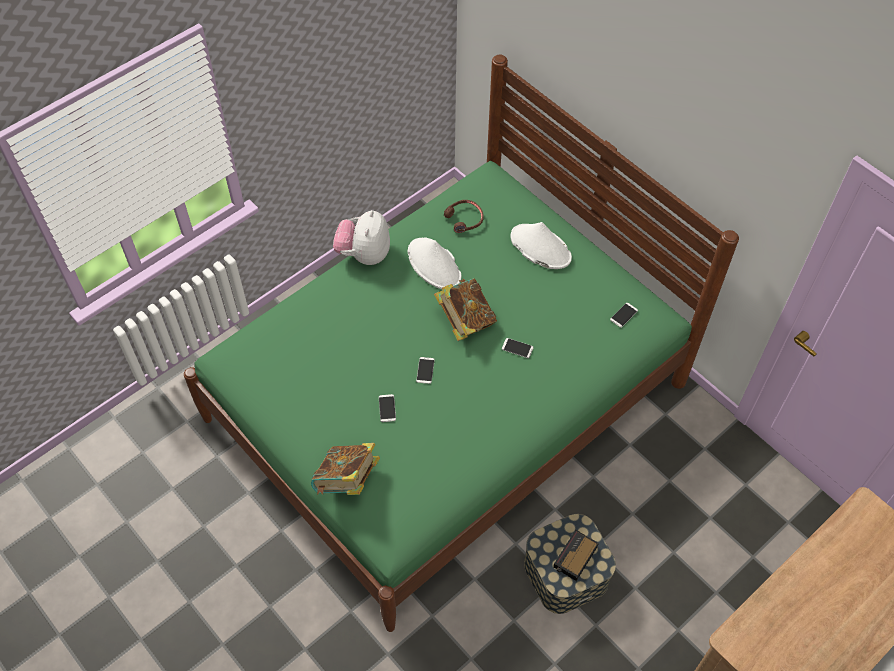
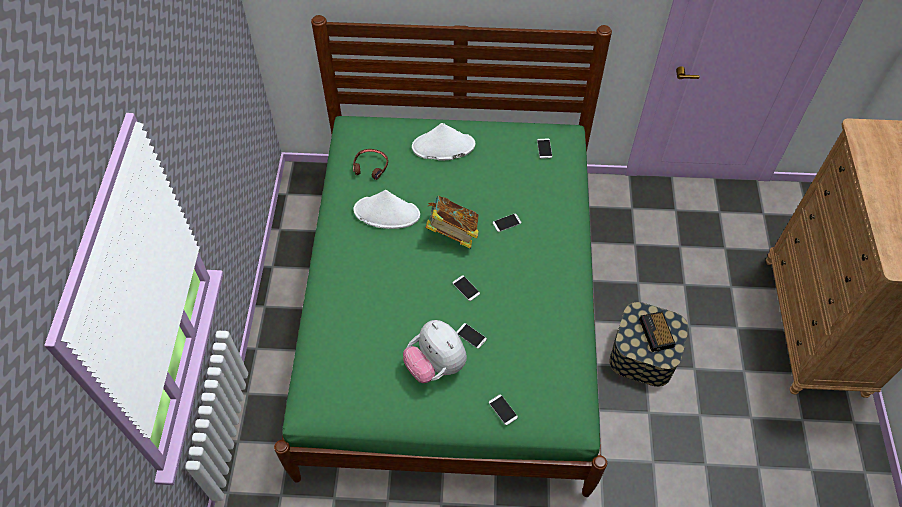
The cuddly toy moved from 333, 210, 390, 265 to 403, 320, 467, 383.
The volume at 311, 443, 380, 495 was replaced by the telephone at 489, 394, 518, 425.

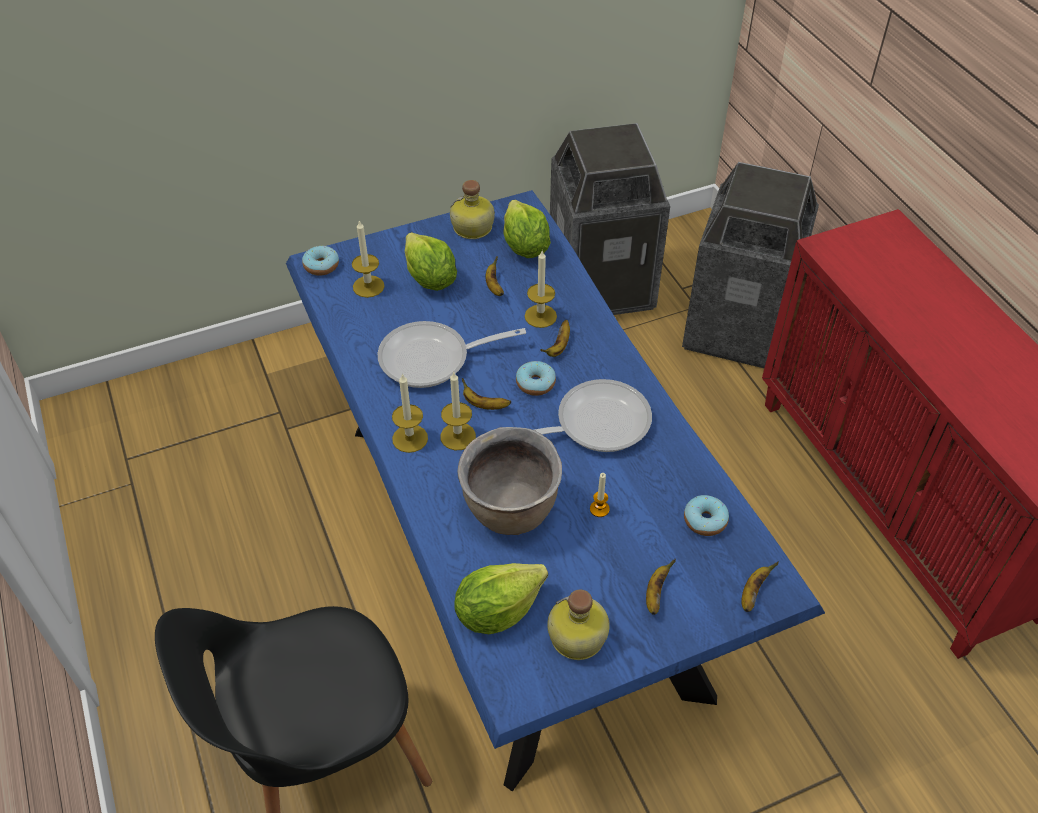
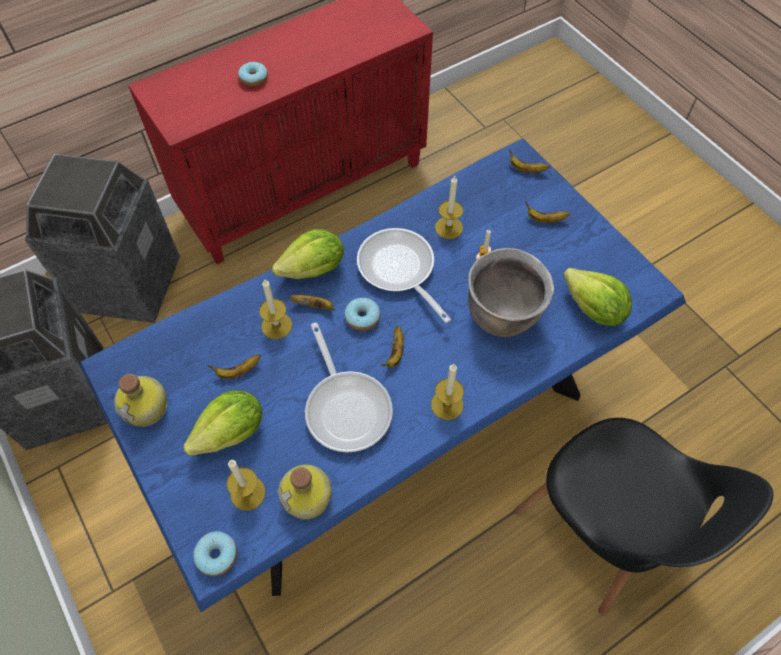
The wax light moved from 440, 371, 476, 450 to 435, 176, 463, 239.
The head of lettuce moved from 503, 200, 551, 258 to 272, 229, 344, 279.
The drink bottle moved from 548, 589, 610, 660 to 277, 465, 332, 520.
The donut moved from 684, 495, 729, 536 to 238, 62, 268, 87.

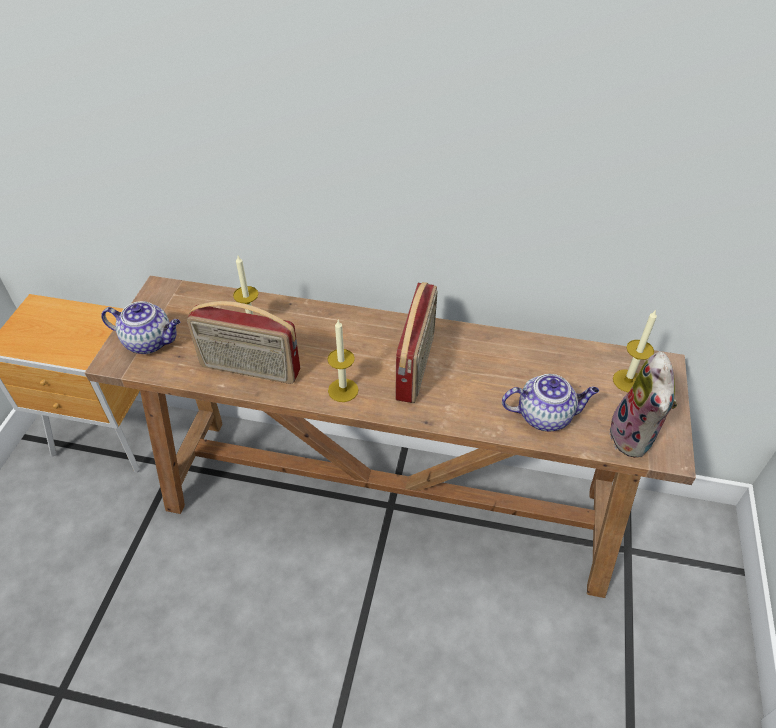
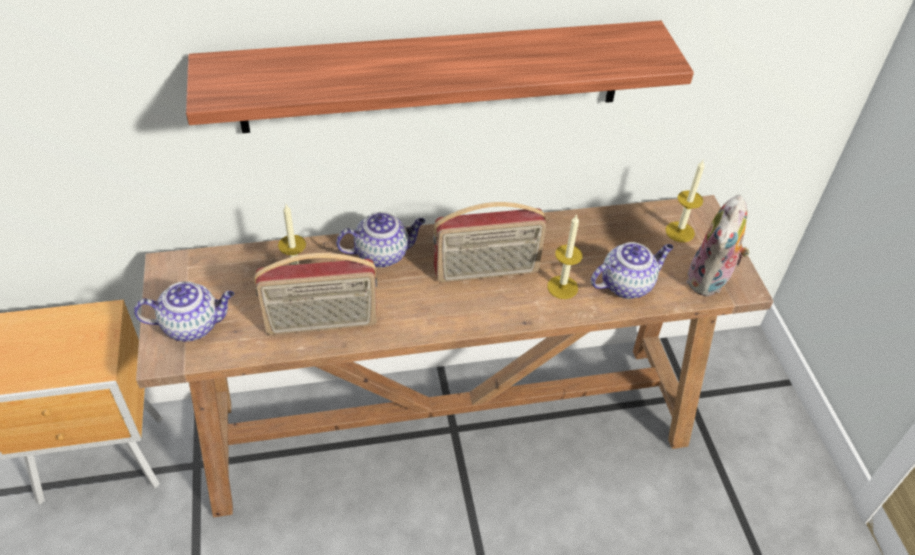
The wall shelf at 186, 21, 694, 133 appeared.
The tea pot at 336, 212, 425, 268 appeared.
The wax light moved from 327, 320, 359, 402 to 547, 214, 583, 299.
The radio set at 395, 282, 438, 403 turned 90 degrees clockwise.
The cuddly toy at 609, 351, 678, 458 turned 45 degrees clockwise.

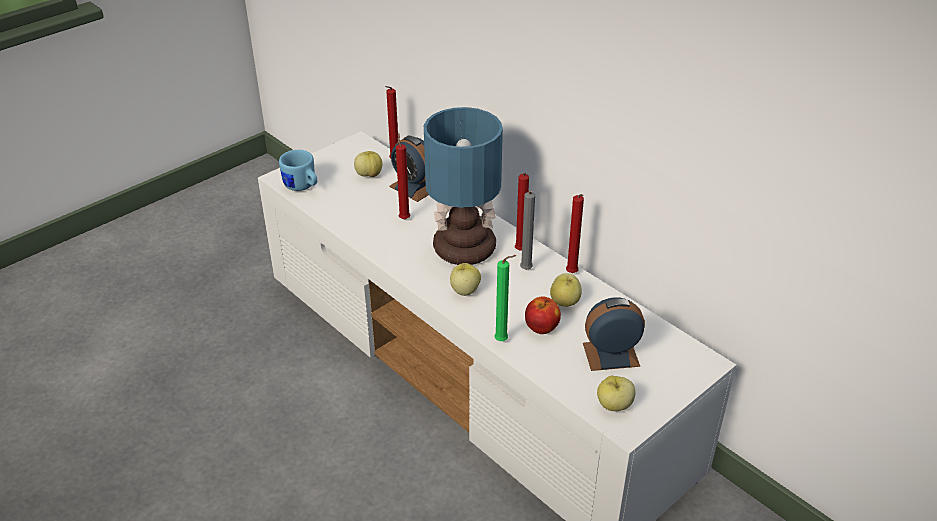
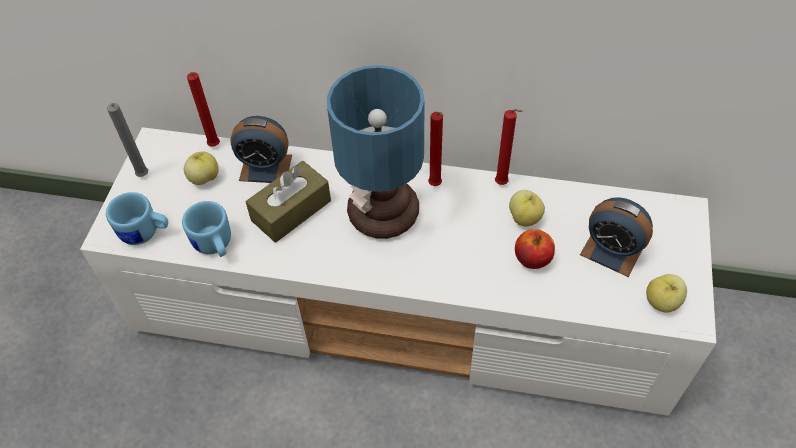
The apple at 450, 263, 481, 296 disappeared.
The green-coloured wax light at 494, 255, 516, 341 disappeared.
The blue-coloured tea mug at 182, 201, 231, 257 appeared.
The gray wax light moved from 520, 191, 535, 270 to 107, 103, 148, 177.
The red-coloured wax light at 396, 133, 410, 220 was replaced by the brownish box of tissues at 246, 161, 331, 243.
The bedside clock at 583, 297, 645, 371 turned 105 degrees counterclockwise.

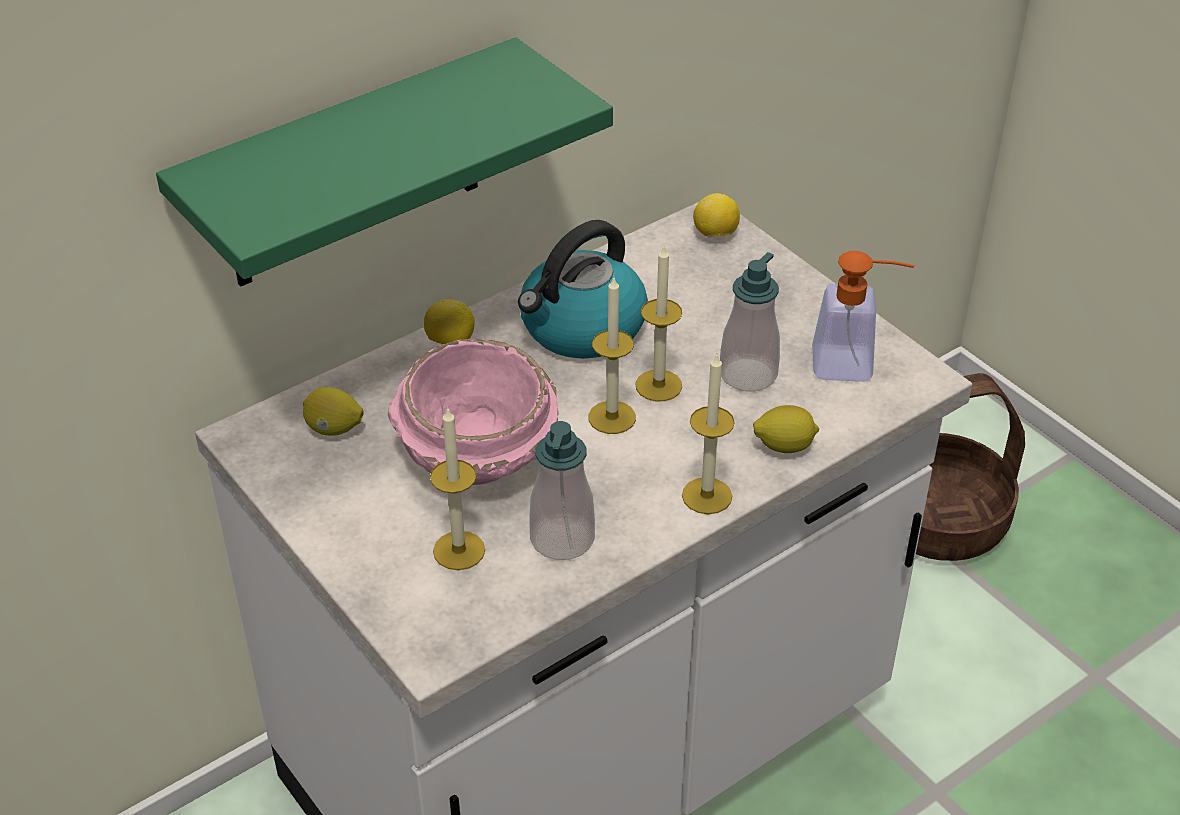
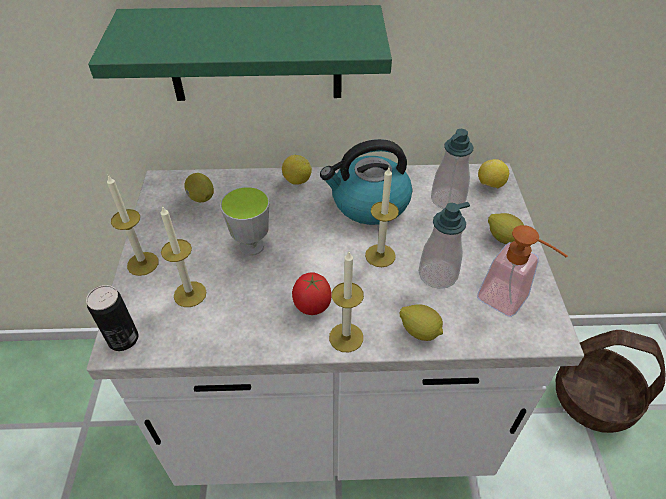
The can at 86, 285, 138, 351 appeared.
The whole tomato at 292, 272, 332, 315 appeared.
The whole lemon at 488, 213, 524, 244 appeared.
The liquid soap bottle moved from 530, 421, 595, 560 to 431, 129, 473, 209.
The wax light moved from 588, 277, 636, 434 to 107, 175, 159, 276.
The pinkish serving bowl at 388, 339, 558, 485 was replaced by the small cup at 220, 186, 270, 256.

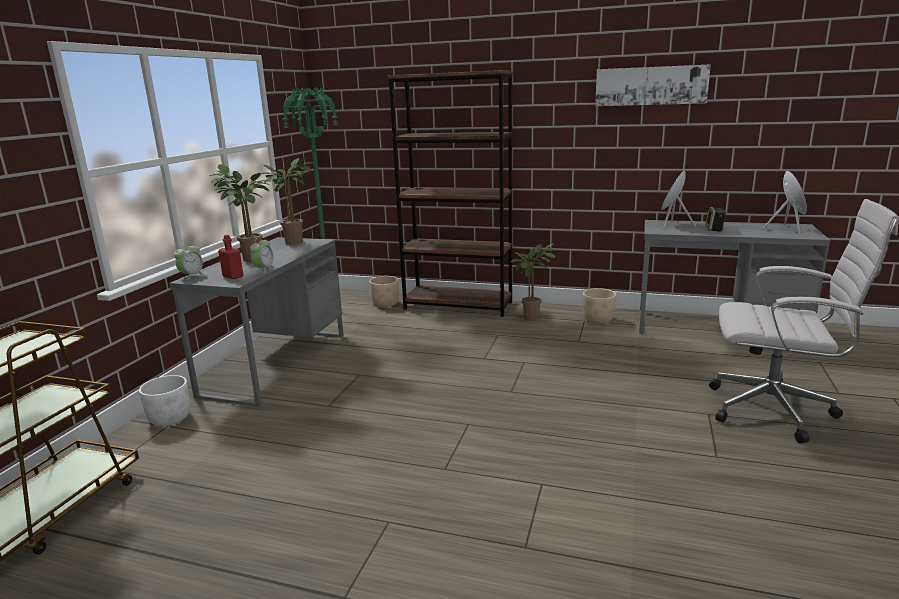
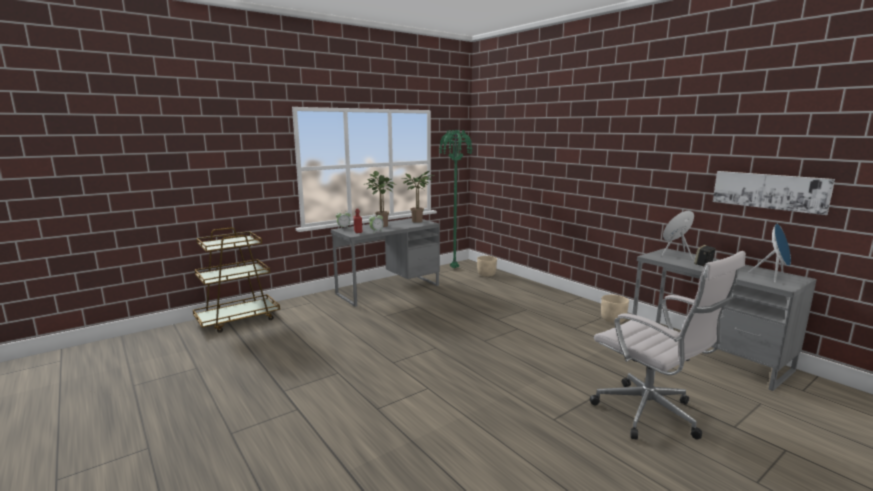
The white plant pot at 139, 375, 190, 426 disappeared.
The brownish shelving unit at 388, 70, 513, 317 disappeared.
The potted plant at 511, 244, 556, 321 disappeared.
The wall picture moved from 595, 64, 711, 106 to 713, 171, 835, 215.

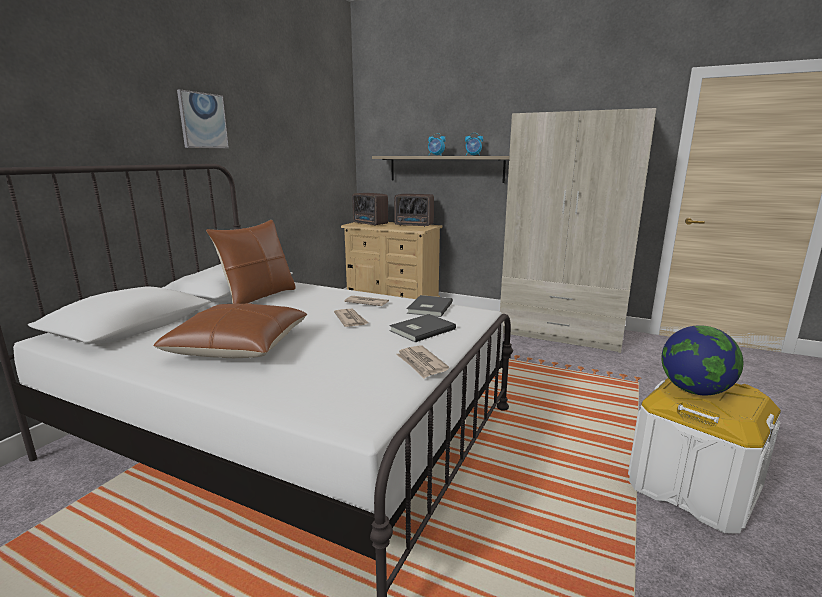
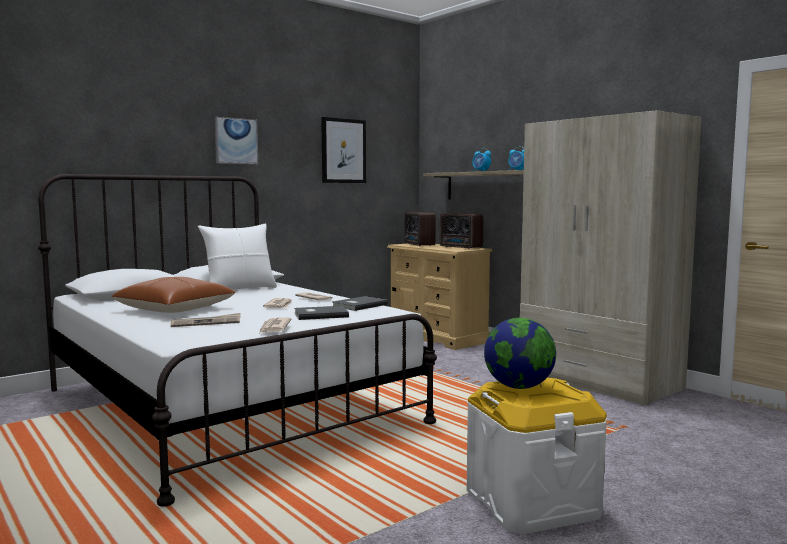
The daily paper at 171, 313, 241, 327 appeared.
The wall picture at 321, 117, 366, 183 appeared.
The brownish throw pillow at 206, 220, 296, 304 became the white throw pillow at 198, 224, 277, 290.

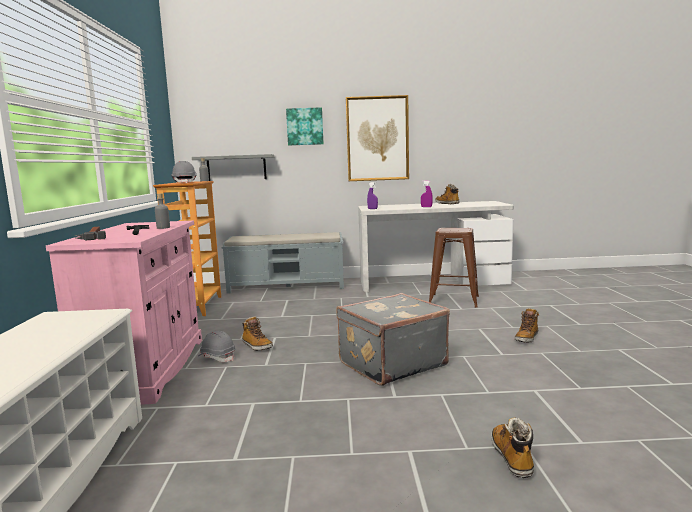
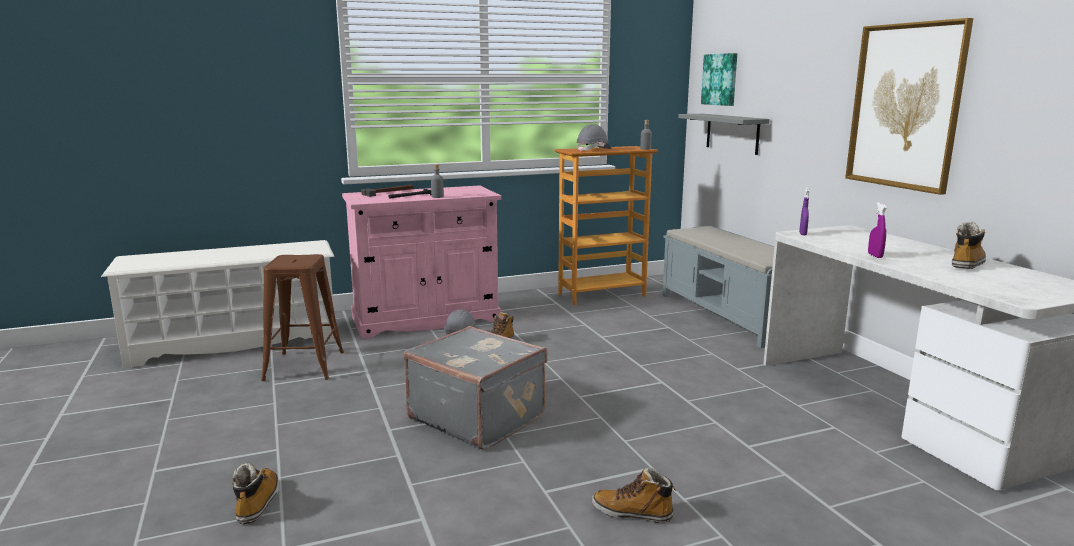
The wall picture moved from 286, 107, 324, 145 to 701, 53, 737, 106.
The brownish sitting stool moved from 429, 228, 479, 308 to 261, 254, 344, 381.
The tall boot at 491, 417, 534, 478 turned 75 degrees counterclockwise.

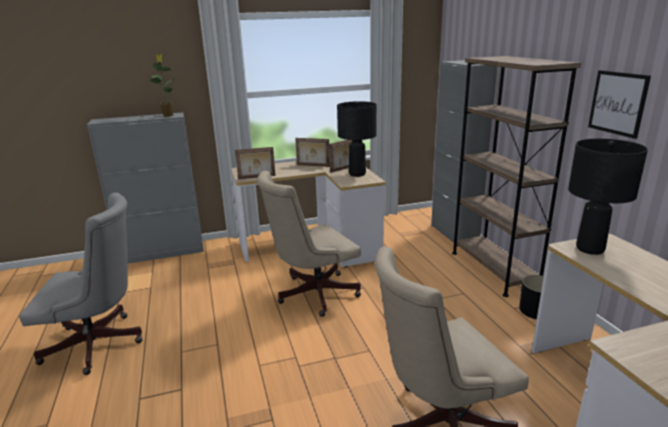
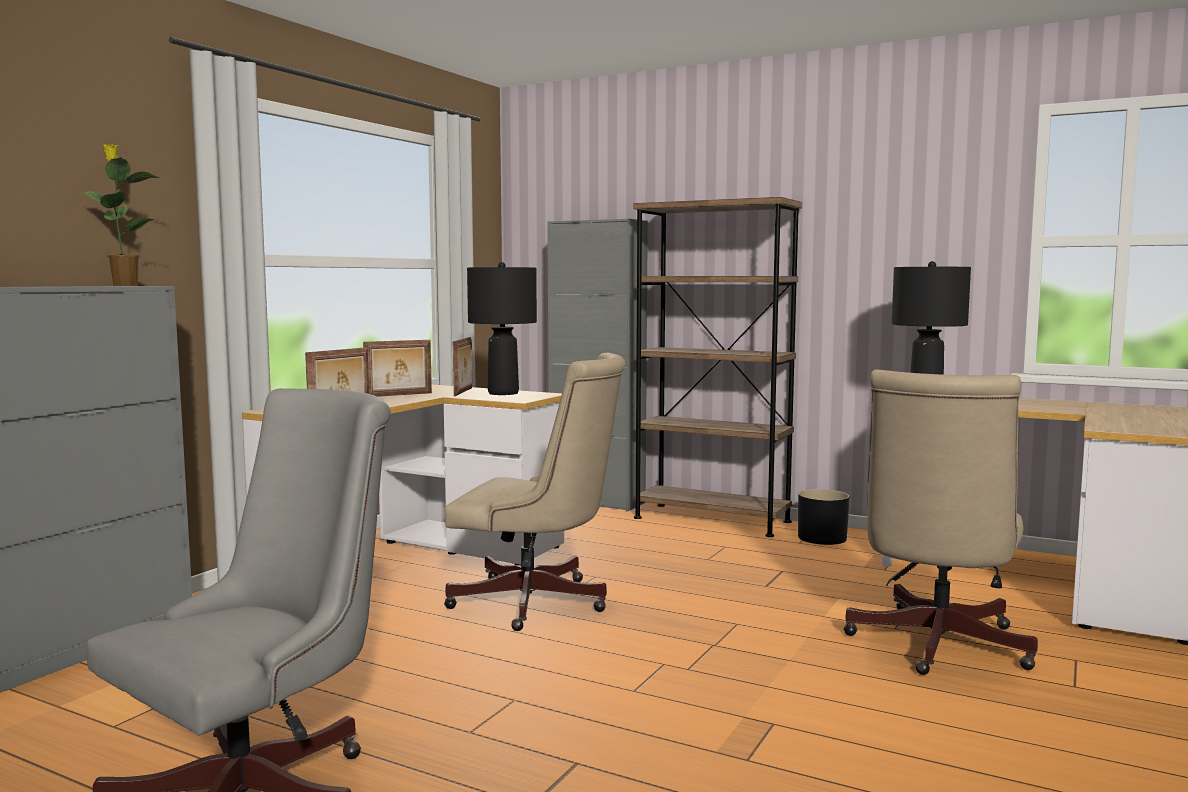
The wall picture at 588, 70, 651, 139 disappeared.
The sand-coloured office chair at 257, 171, 361, 317 turned 90 degrees counterclockwise.

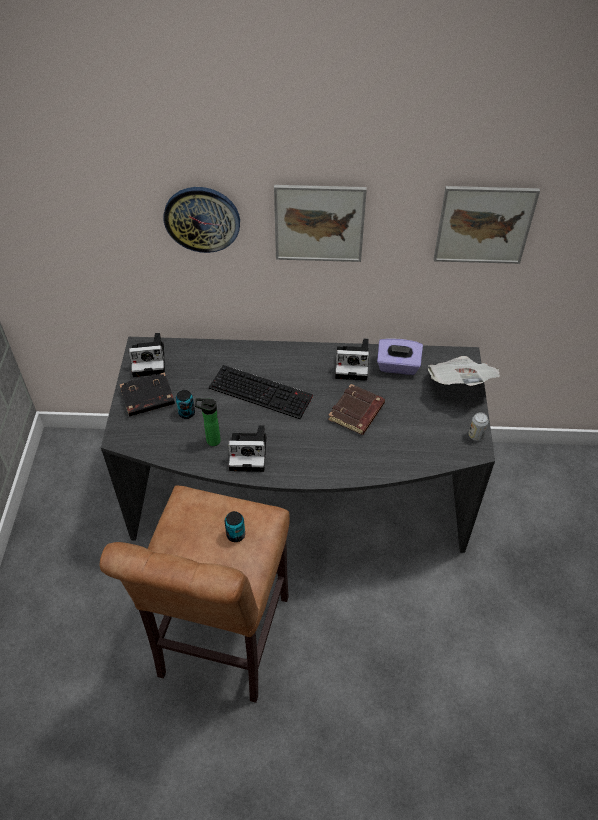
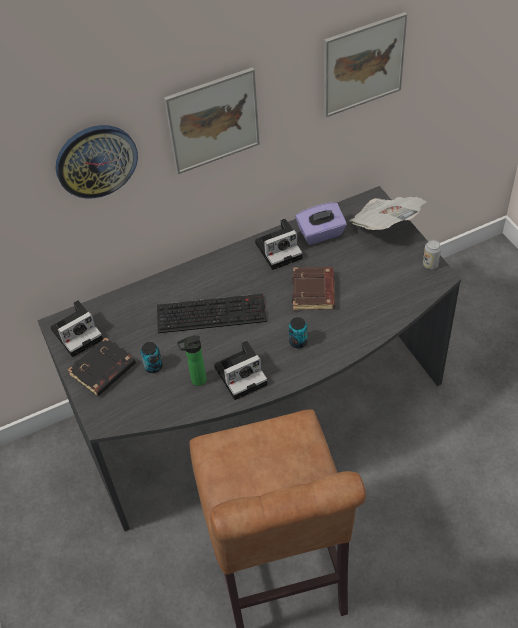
The can moved from 225, 511, 245, 542 to 289, 317, 308, 348.

